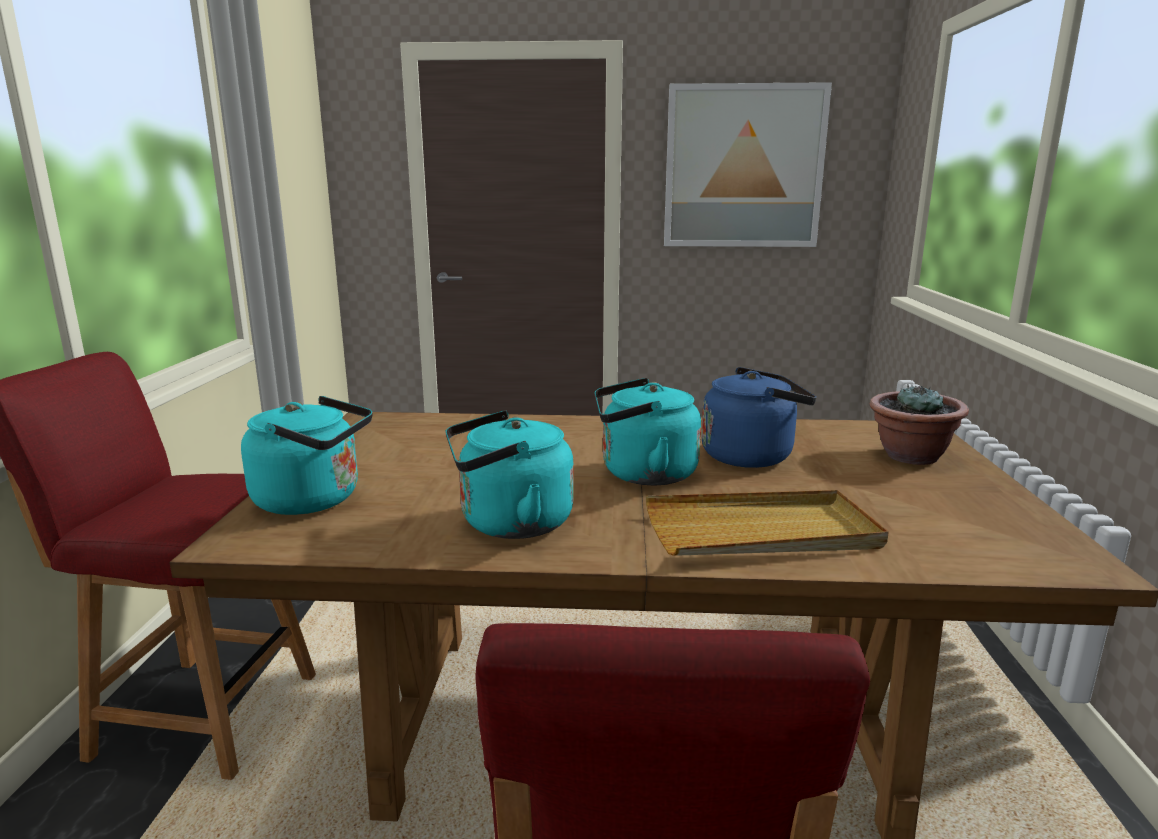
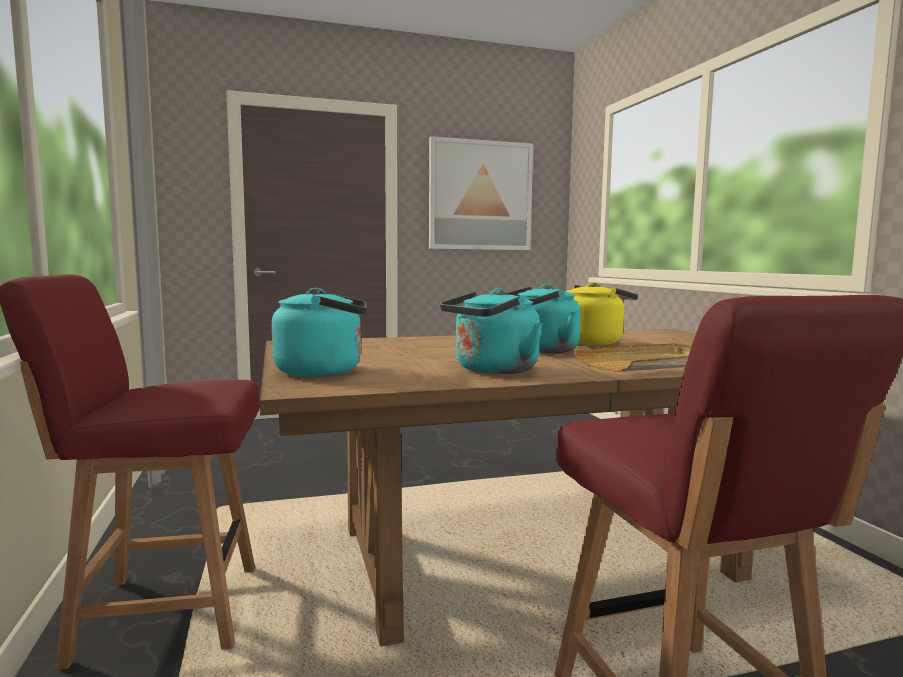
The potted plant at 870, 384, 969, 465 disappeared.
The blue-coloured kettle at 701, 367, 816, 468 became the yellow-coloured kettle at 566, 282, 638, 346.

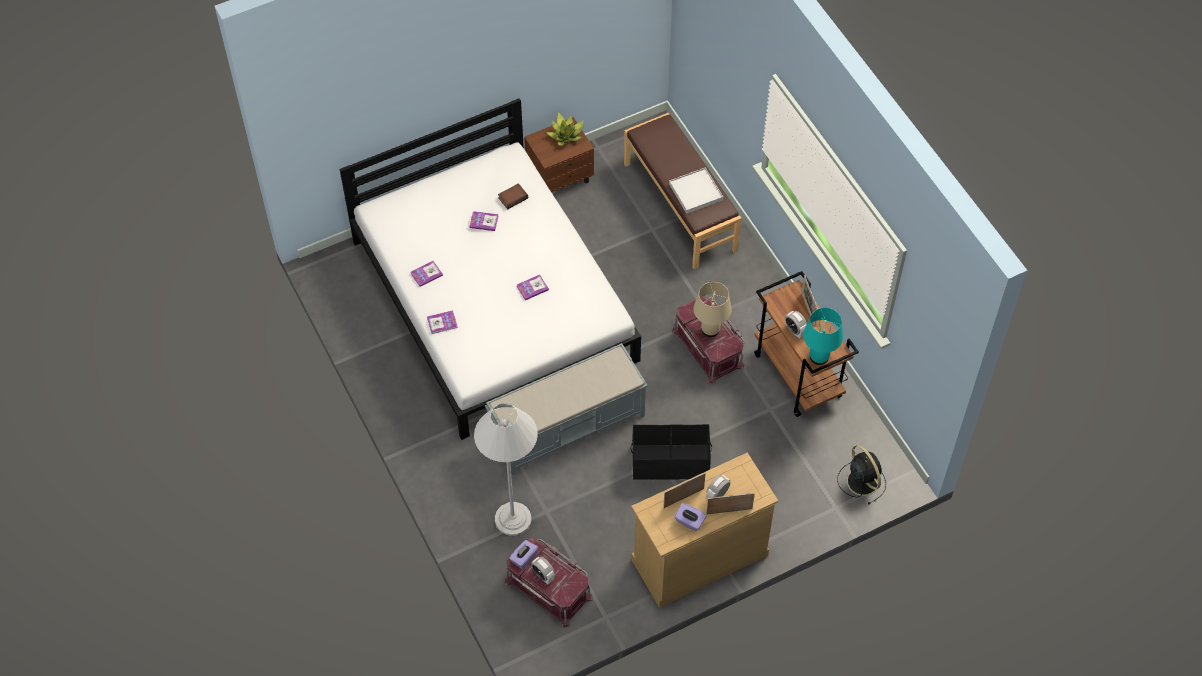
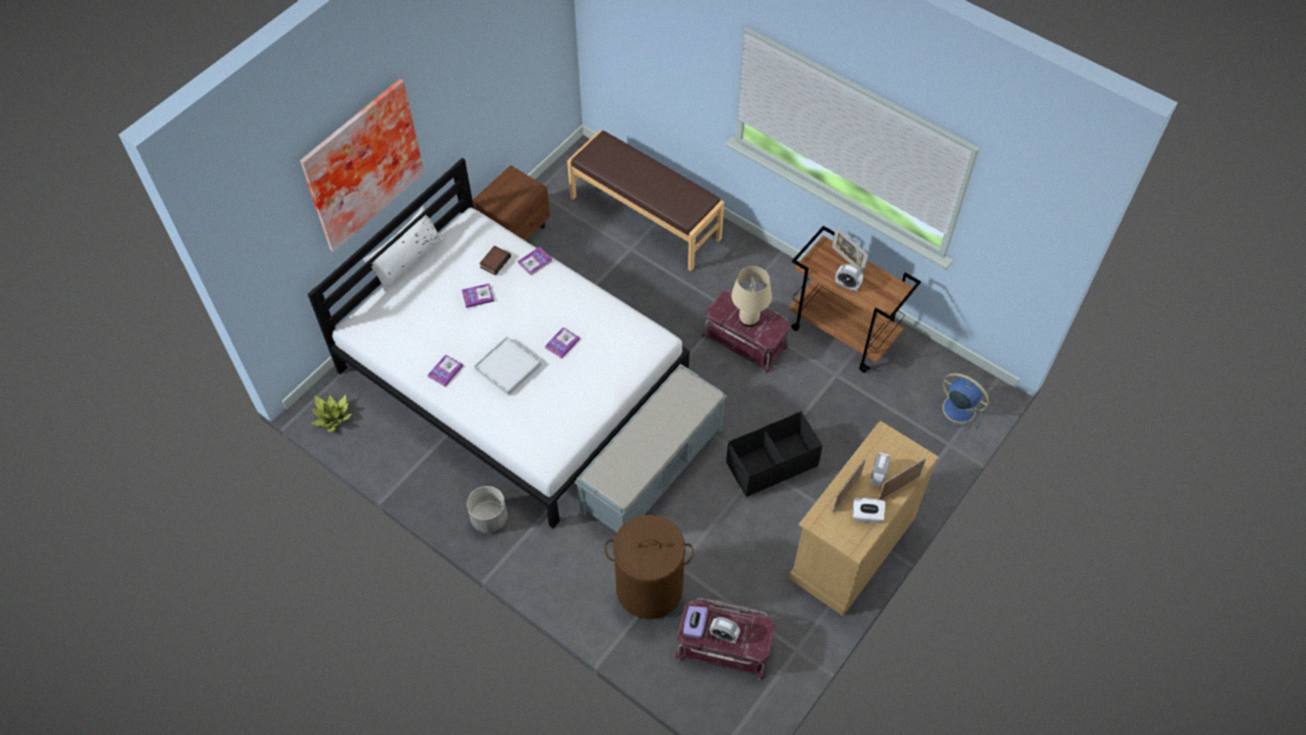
The turquoise-coloured tabletop lamp at 803, 308, 843, 365 disappeared.
The wall picture at 300, 79, 424, 252 appeared.
The white throw pillow at 363, 206, 444, 292 appeared.
The gray plant pot at 467, 486, 507, 533 appeared.
The volume moved from 427, 310, 458, 334 to 518, 247, 553, 275.
The potted plant moved from 546, 112, 584, 146 to 310, 395, 352, 432.
The white carrying tray moved from 669, 167, 723, 214 to 474, 337, 541, 395.
The white floor lamp at 474, 403, 538, 536 was replaced by the brownish hamper at 604, 515, 694, 619.
The purple-coloured box of tissues at 674, 503, 707, 531 became the white box of tissues at 853, 498, 885, 523.
The blackish fan at 837, 445, 886, 504 became the blue-coloured fan at 933, 373, 989, 428.

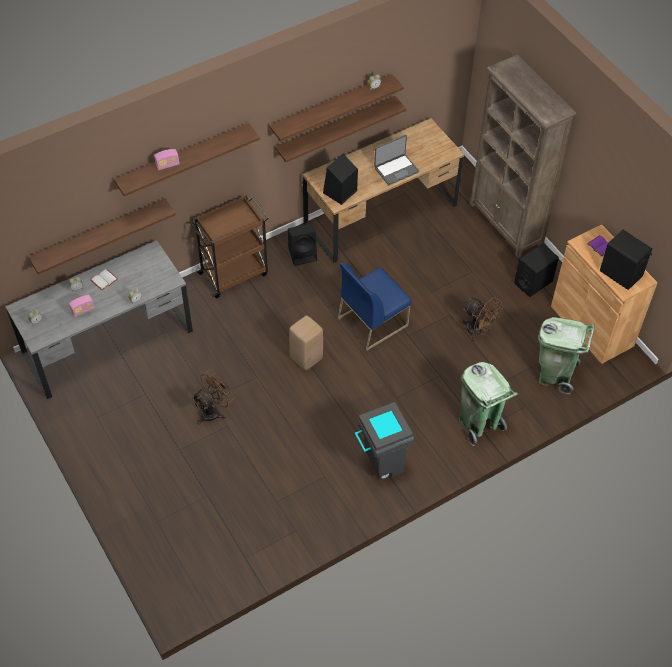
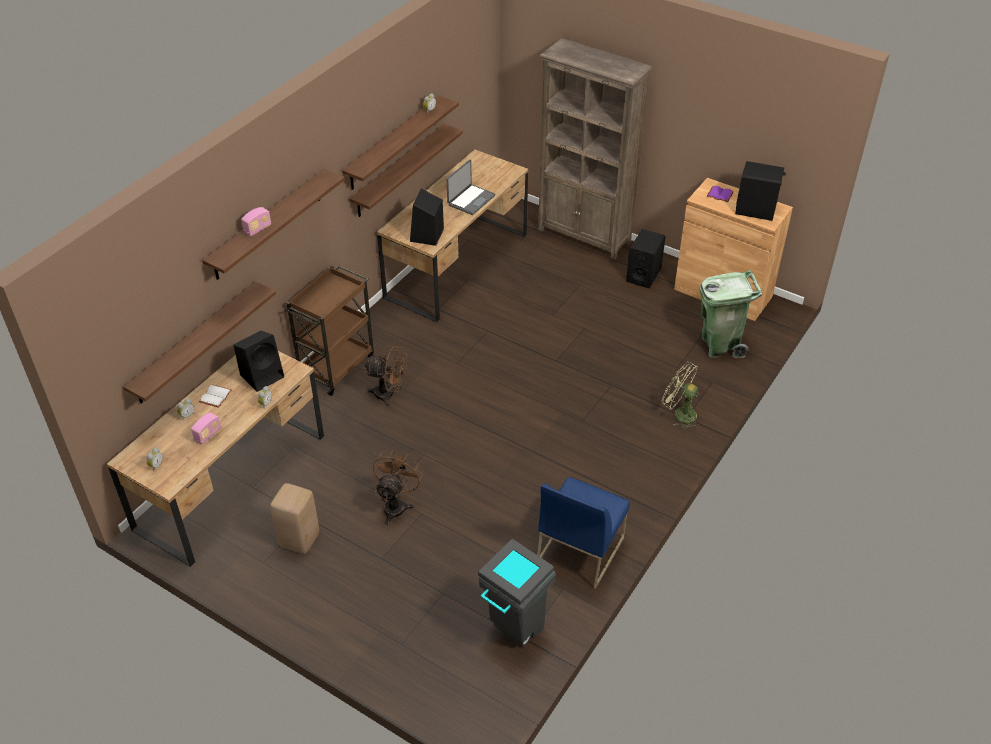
The blackish speaker moved from 288, 224, 317, 266 to 233, 331, 284, 392.
The sand-coloured sitting stool moved from 289, 316, 323, 370 to 270, 483, 319, 554.
The blue-coloured plain chair moved from 338, 263, 412, 351 to 537, 477, 630, 589.
The gray waste bin moved from 355, 402, 414, 479 to 478, 539, 556, 646.
The brownish fan moved from 462, 297, 503, 341 to 365, 346, 407, 406.
The green-coloured waste bin at 459, 362, 518, 446 was replaced by the green-coloured fan at 662, 362, 700, 429.
The gray desk unit at 5, 240, 193, 399 became the brownish desk unit at 107, 351, 324, 567.

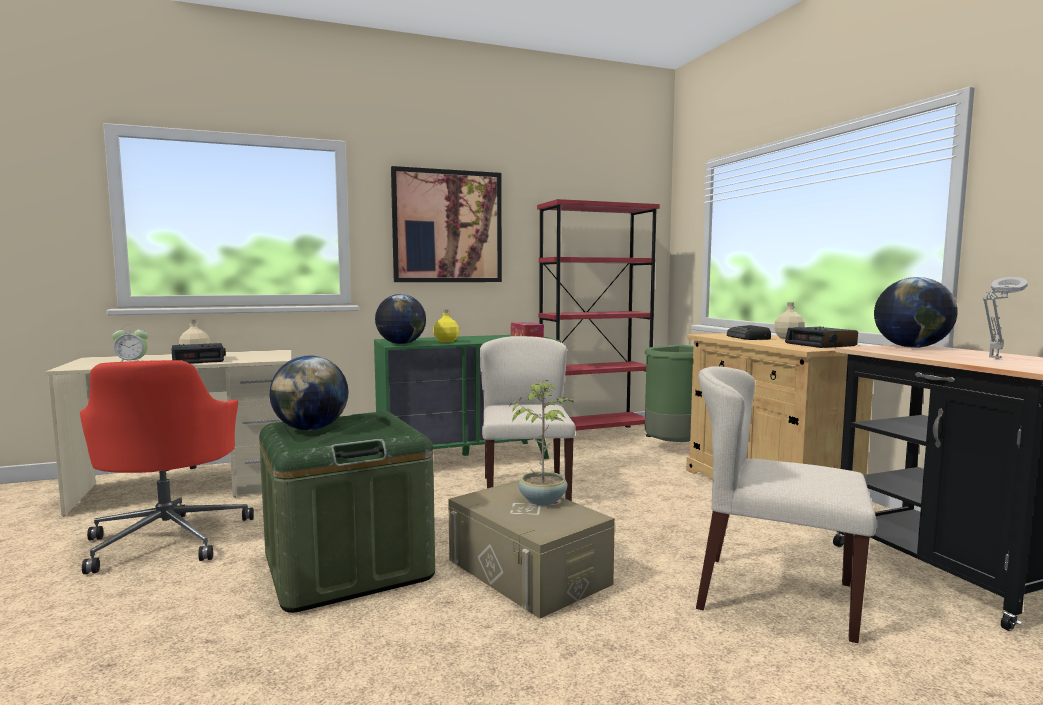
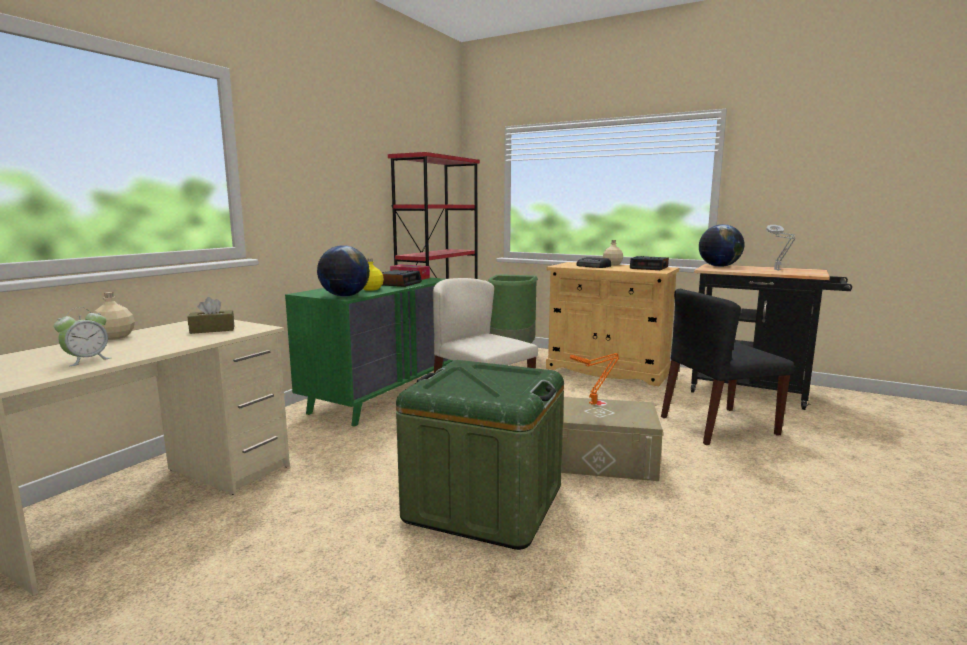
The red-coloured office chair at 80, 360, 254, 574 disappeared.
The world globe at 270, 356, 349, 430 disappeared.
The wall picture at 391, 166, 502, 282 disappeared.
The brownish box of tissues at 188, 297, 234, 334 appeared.
The bedside clock moved from 172, 343, 226, 364 to 381, 270, 422, 287.
The potted plant at 510, 380, 573, 506 was replaced by the orange tabletop lamp at 570, 353, 620, 405.
The sand-coloured plain chair at 696, 366, 876, 643 became the blackish plain chair at 661, 289, 795, 445.

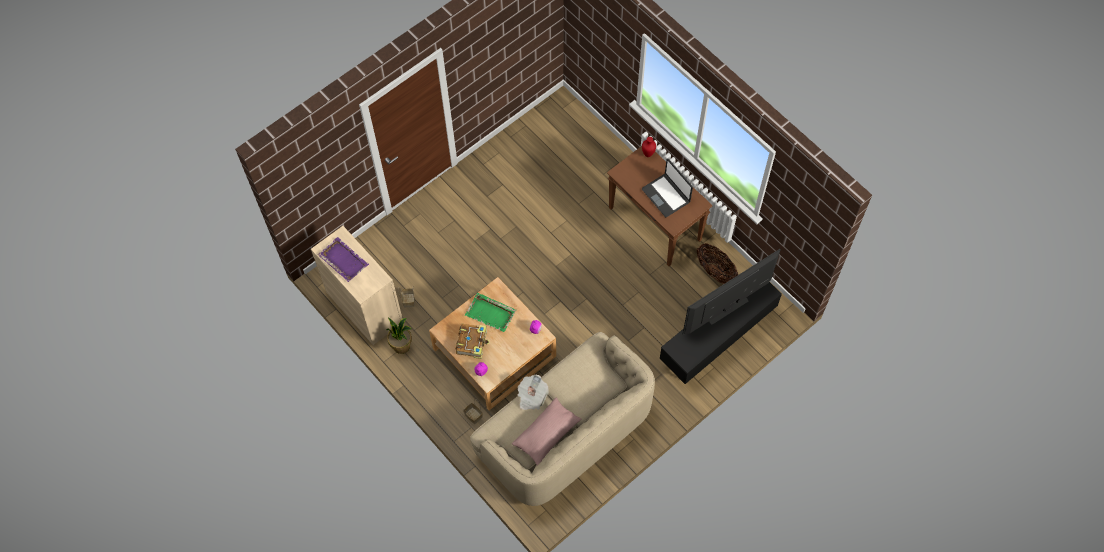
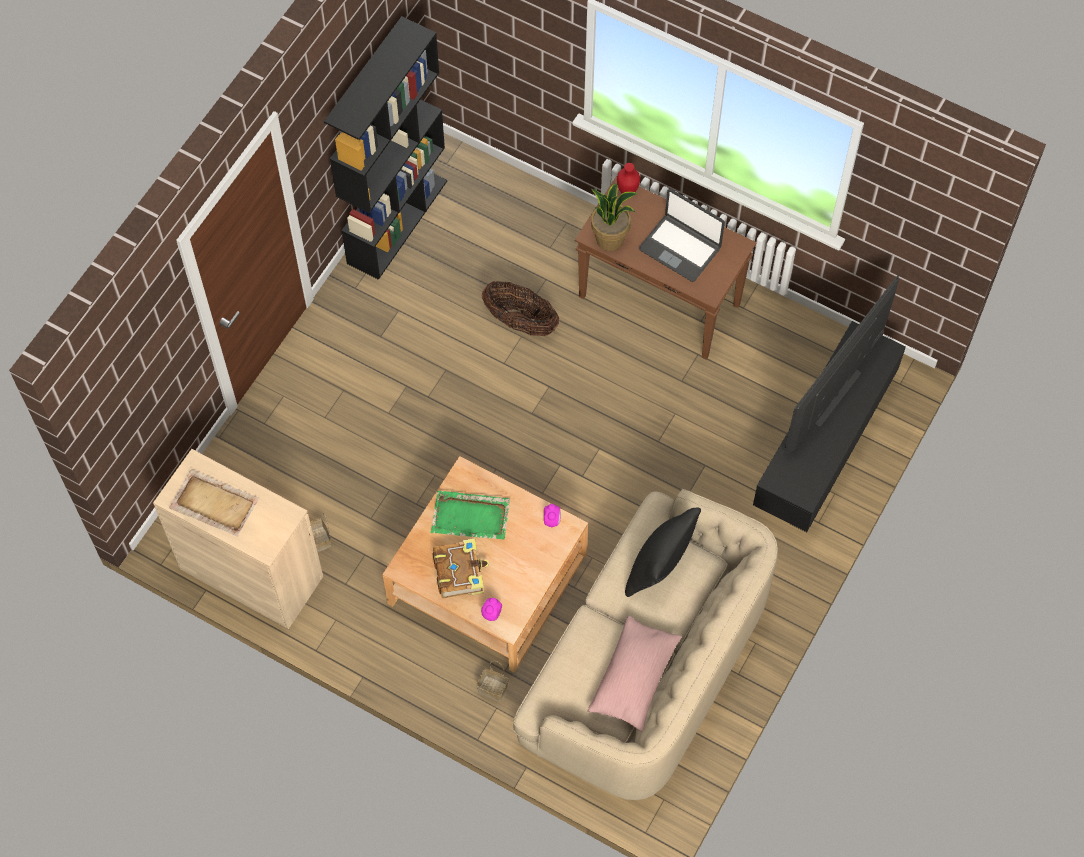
The daily paper at 517, 375, 549, 410 disappeared.
The blackish shelving unit at 324, 16, 447, 280 appeared.
The blackish throw pillow at 625, 508, 701, 597 appeared.
The potted plant moved from 387, 317, 412, 354 to 591, 184, 638, 251.
The basket moved from 697, 243, 738, 284 to 482, 281, 559, 336.
The purple-coloured carrying tray at 318, 237, 369, 282 became the sand-coloured carrying tray at 169, 469, 260, 536.

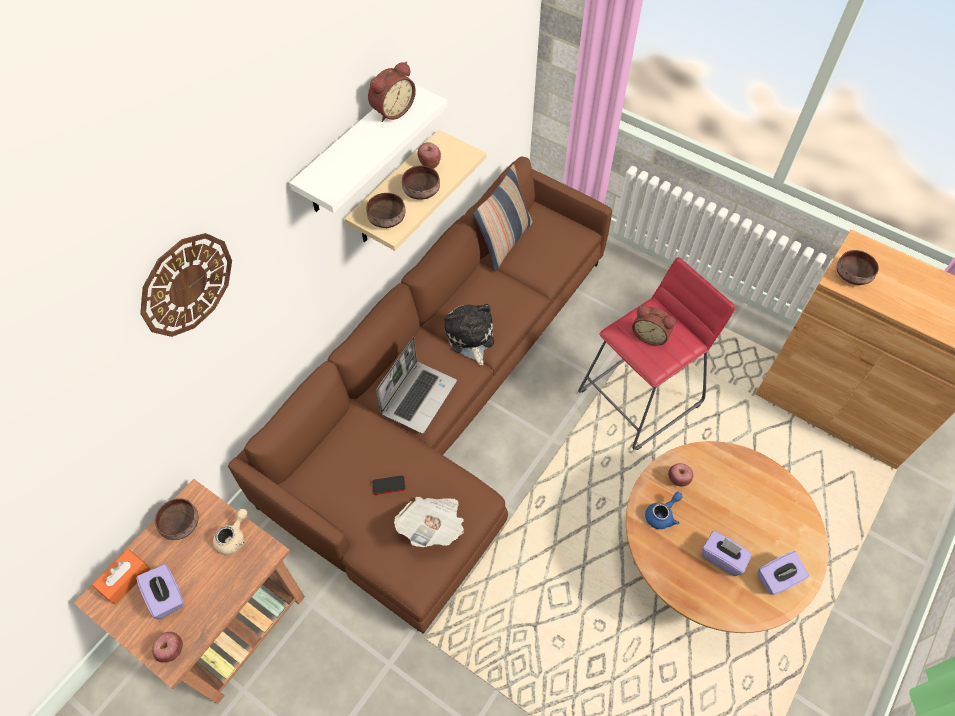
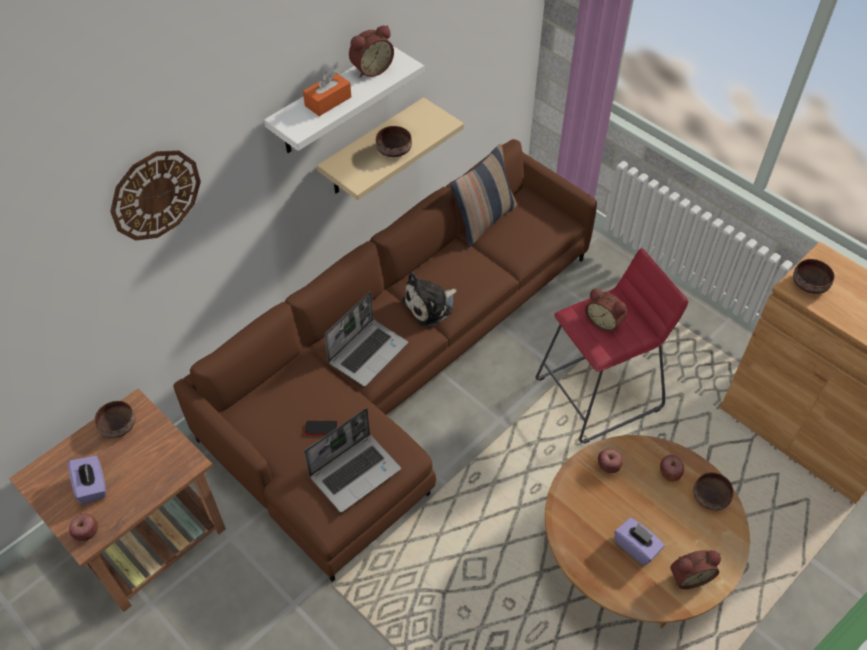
The sand-coloured tea pot at 213, 509, 247, 555 disappeared.
The blue-coloured tea pot at 645, 492, 683, 529 disappeared.
The orange box of tissues moved from 92, 549, 150, 605 to 303, 71, 351, 116.
The brownish serving bowl moved from 366, 193, 406, 228 to 693, 472, 734, 510.
The apple moved from 418, 142, 441, 169 to 660, 455, 684, 482.
The daily paper at 394, 497, 464, 547 was replaced by the notebook computer at 304, 408, 401, 513.
The purple-coloured box of tissues at 758, 551, 809, 595 was replaced by the bedside clock at 670, 550, 721, 589.
The cuddly toy at 444, 304, 494, 366 turned 120 degrees counterclockwise.

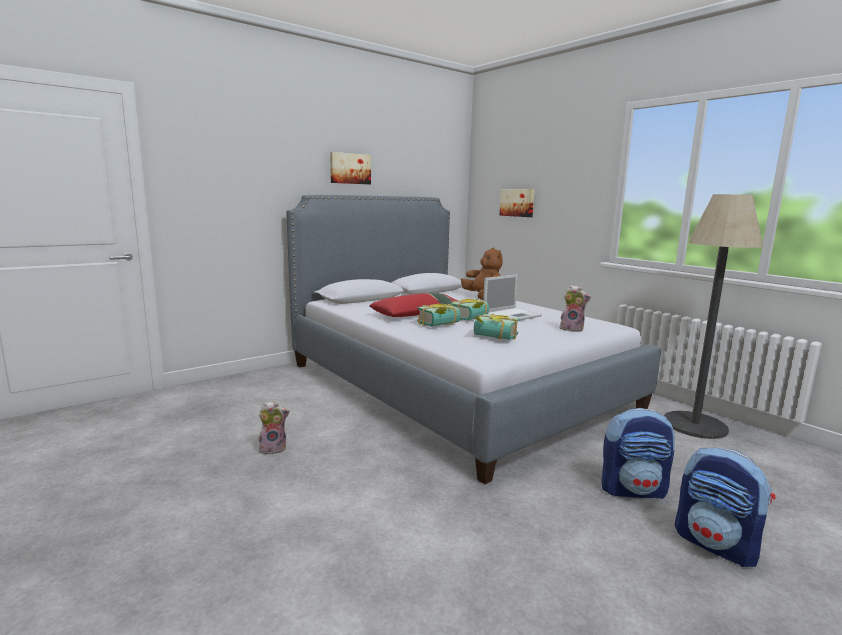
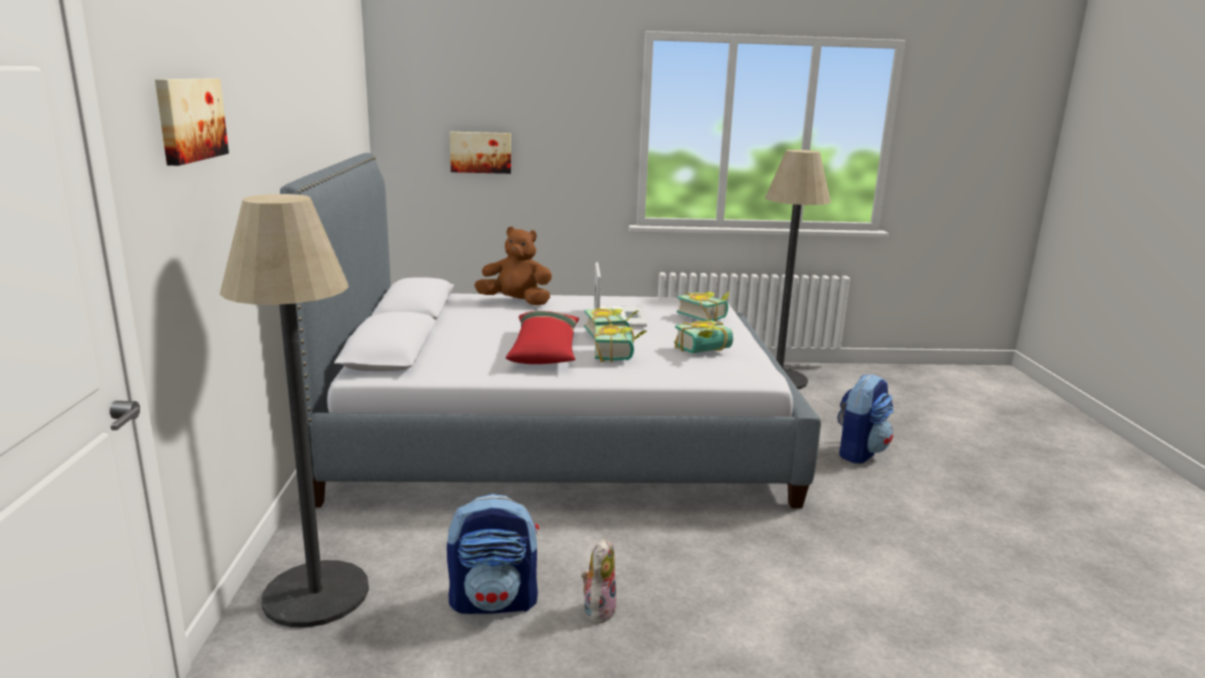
The floor lamp at 220, 194, 369, 627 appeared.
The wall picture moved from 330, 152, 371, 184 to 155, 79, 229, 166.
The rucksack moved from 675, 447, 775, 567 to 447, 494, 539, 614.
The cuddly toy at 560, 285, 591, 332 was replaced by the volume at 677, 291, 729, 322.

